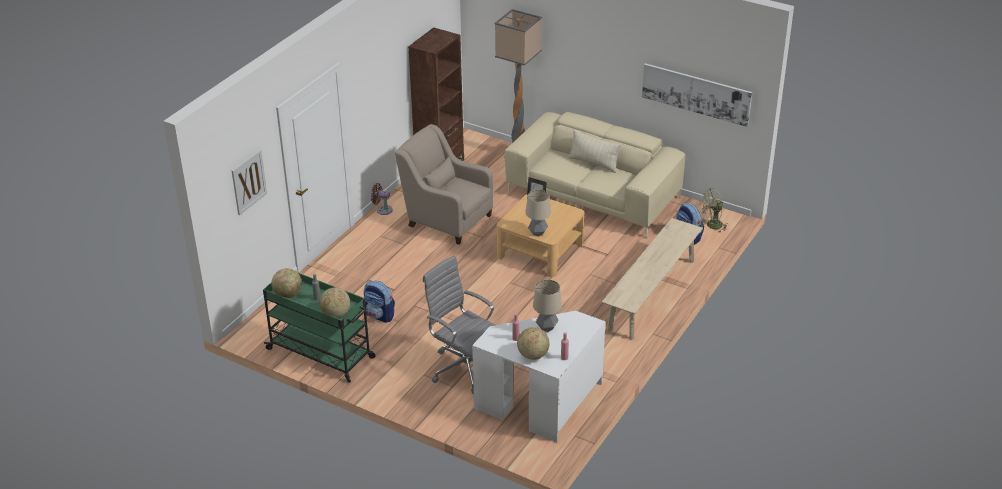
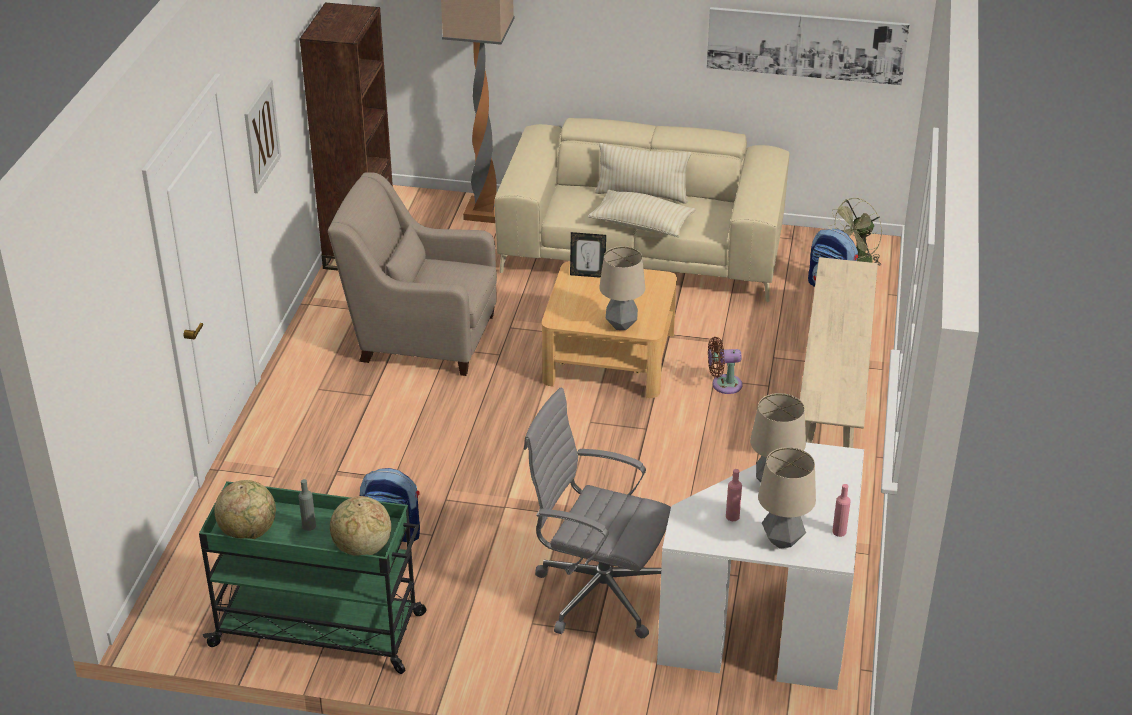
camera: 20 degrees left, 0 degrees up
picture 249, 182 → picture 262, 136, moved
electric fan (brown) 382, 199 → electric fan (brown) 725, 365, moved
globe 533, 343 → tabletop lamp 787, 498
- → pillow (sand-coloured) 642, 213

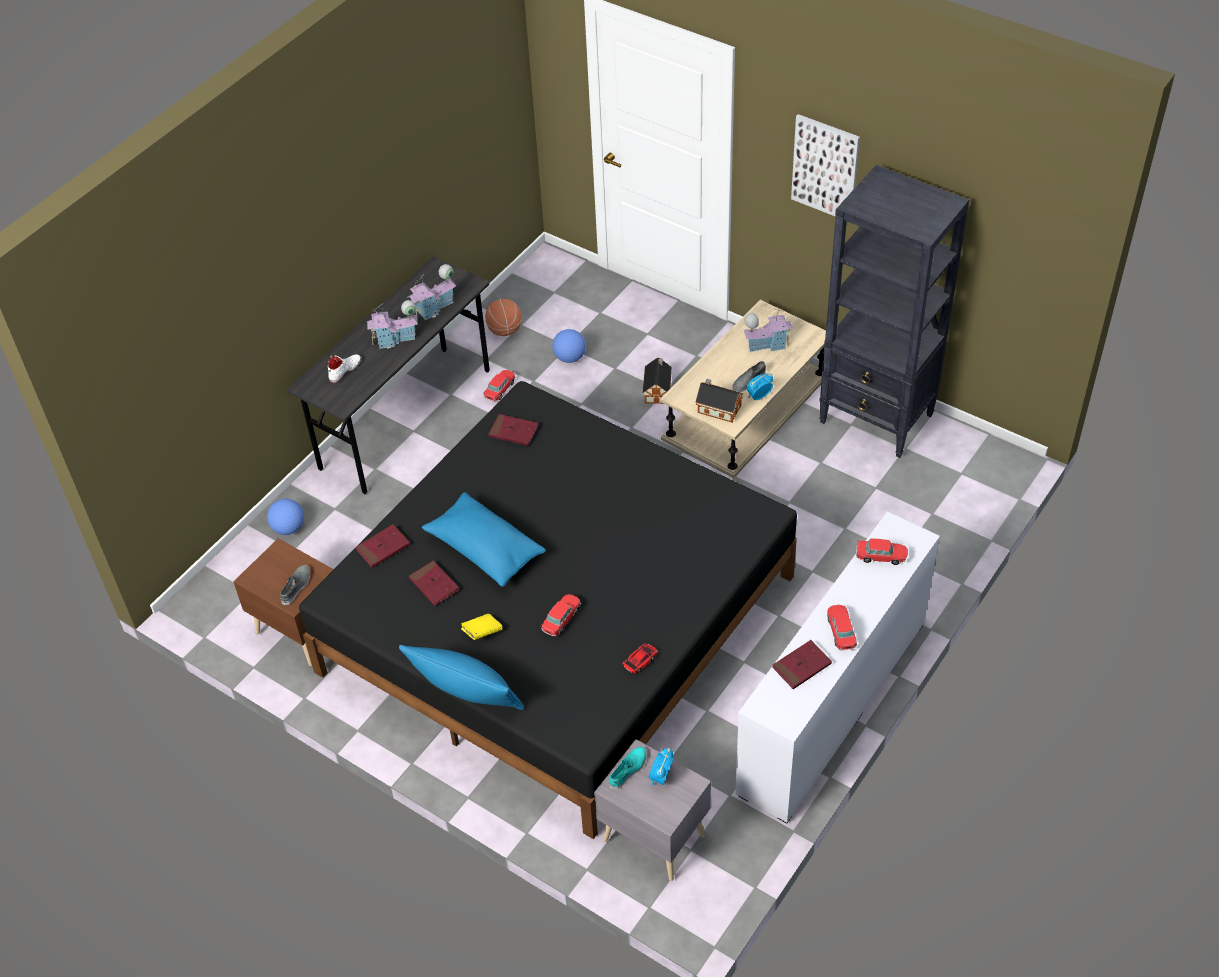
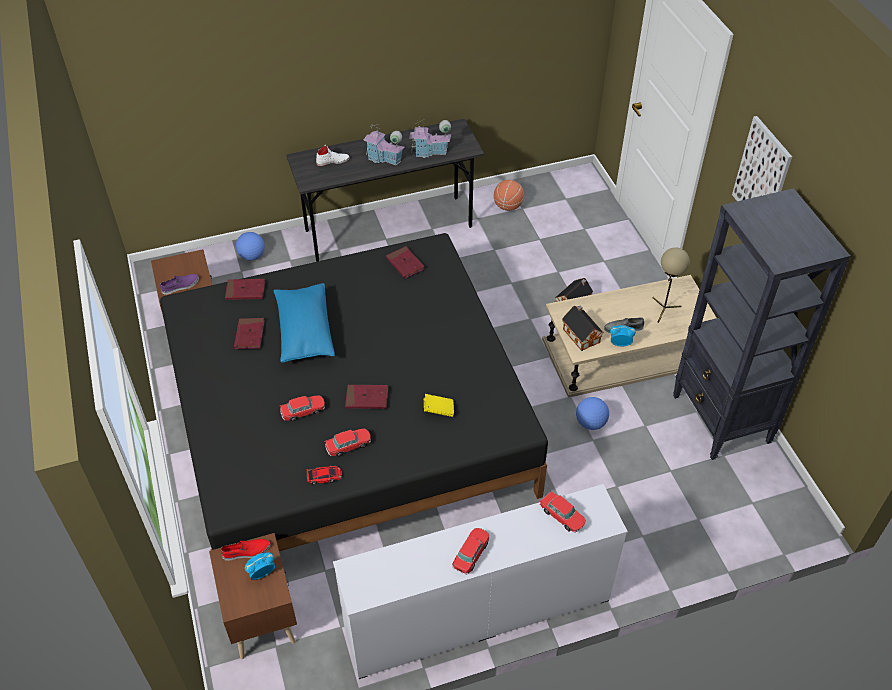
camera: 35 degrees right, 0 degrees up
toy house 768, 330 → tabletop lamp (sand-coloured) 671, 285
ball for football 569, 346 → ball for football 592, 413, moved
miniature car 499, 385 → miniature car 348, 443, moved
item of footwear (gray) 295, 585 → item of footwear (purple-coloured) 179, 284
volume (yellowish) 481, 627 → volume (yellowish) 439, 405, moved
volume (reddish) 802, 664 → volume (reddish) 366, 397, moved
pillow (bluish) 461, 677 → -
bedside table (gray) 652, 810 → bedside table (brown) 253, 596
item of footwear (turquoise-coloured) 627, 768 → item of footwear (reddish) 245, 550

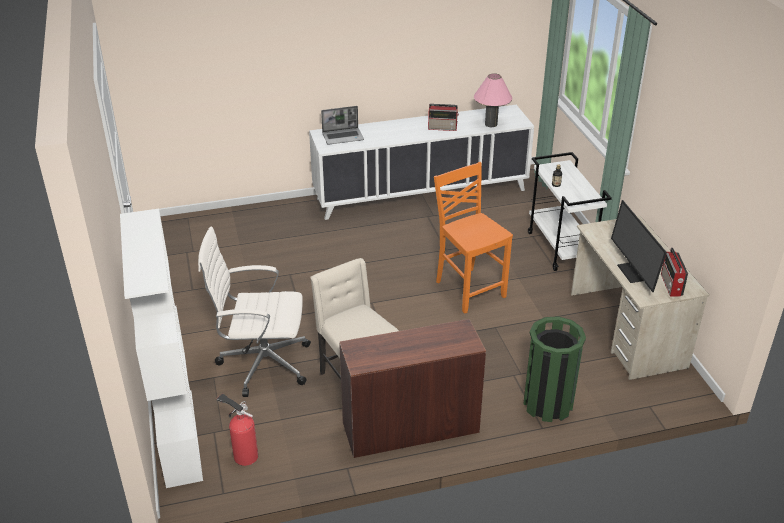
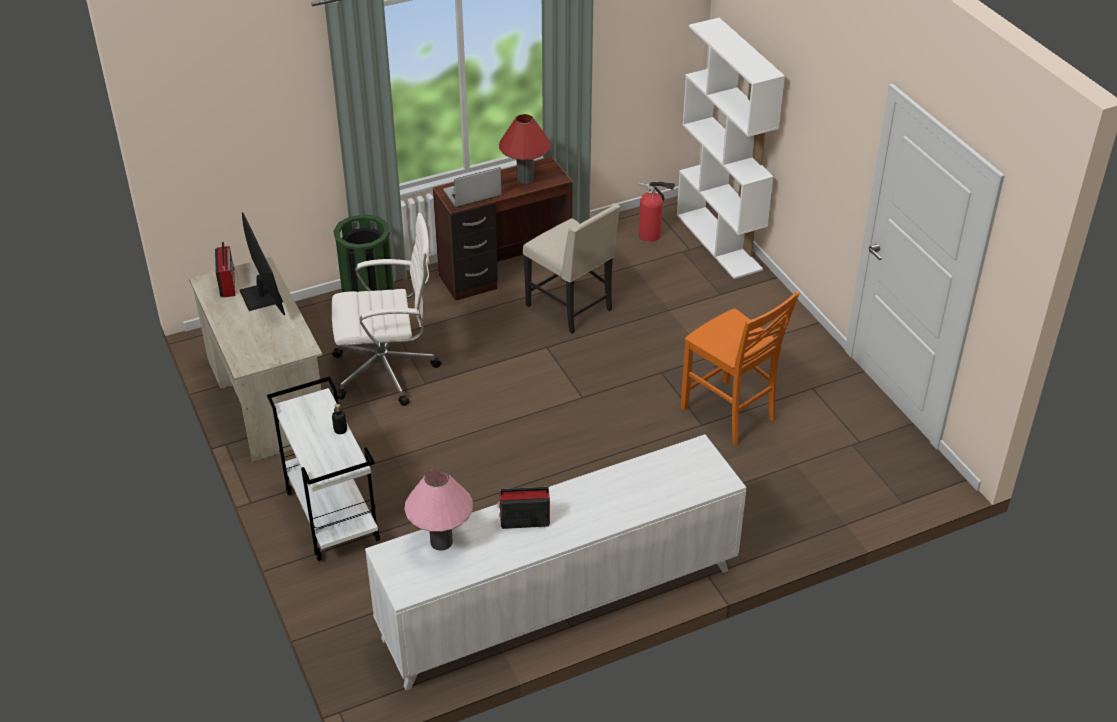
camera: 170 degrees right, 5 degrees up
notebook computer 342, 125 → notebook computer 472, 187, moved
upright chair (orange) 473, 238 → upright chair (orange) 740, 368, moved
office chair (whitish) 254, 312 → office chair (whitish) 386, 309, moved
- → tabletop lamp (reddish) 525, 149

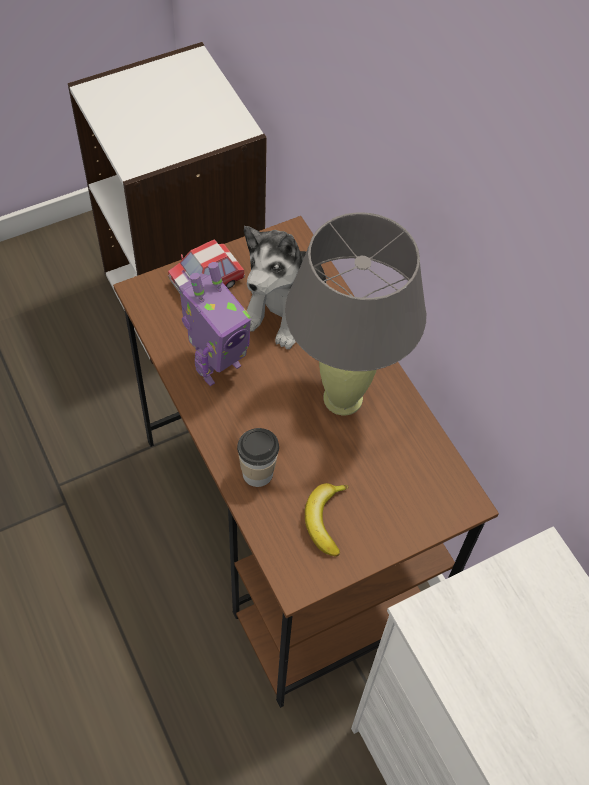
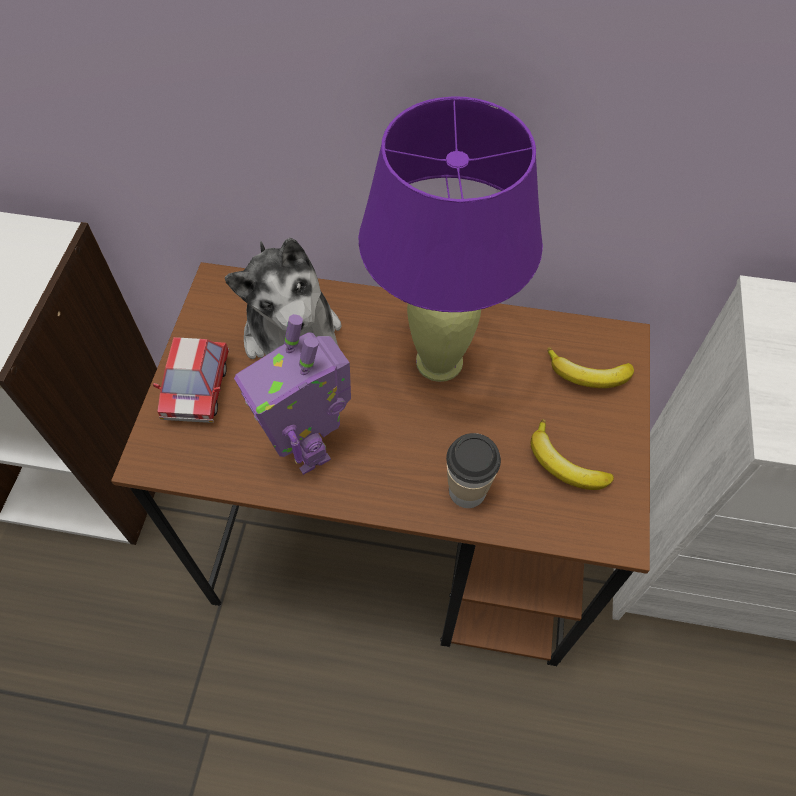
camera: 50 degrees left, 0 degrees up
tabletop lamp (gray) 355, 313 → tabletop lamp (purple-coloured) 450, 239
toy robot 215, 324 → toy robot 292, 394, 150 degrees clockwise
- → banana 590, 367

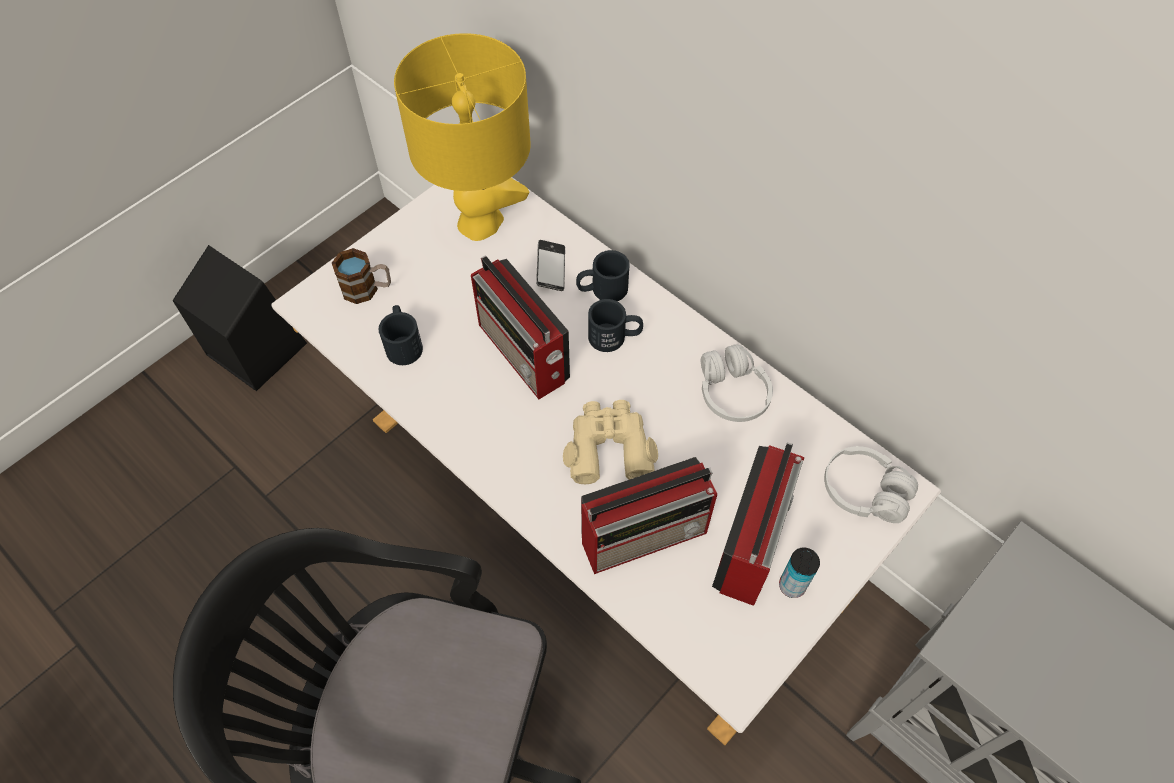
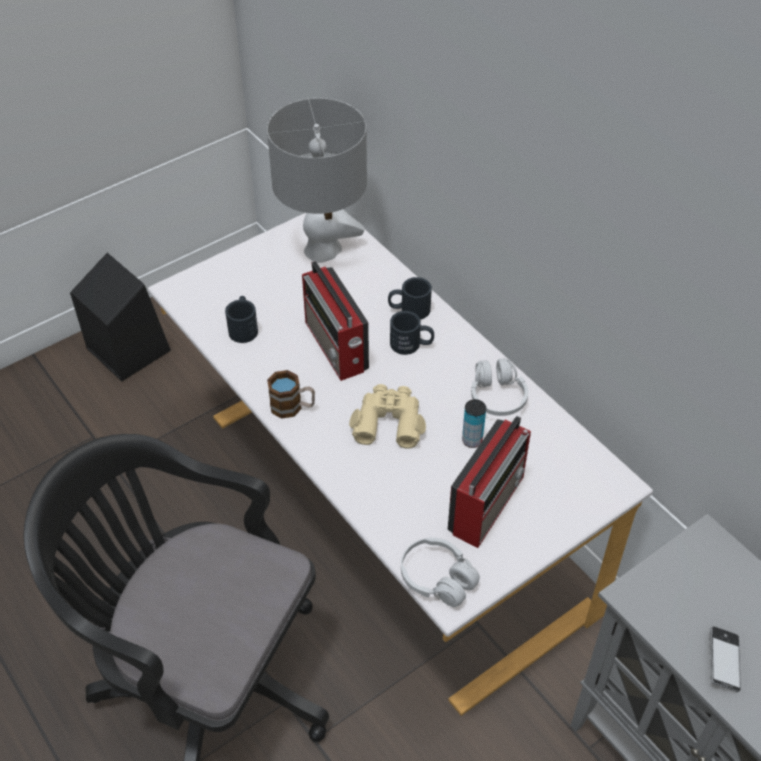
camera: 10 degrees right, 10 degrees down
tabletop lamp (yellowish) 462, 137 → tabletop lamp (gray) 317, 180
telephone 550, 265 → telephone 726, 659, moved
tea mug 361, 276 → tea mug 291, 394, moved
pair of headphones (whitish) 871, 484 → pair of headphones (whitish) 440, 572, moved
radio 649, 515 → -
metal can 799, 572 → metal can 474, 423, moved

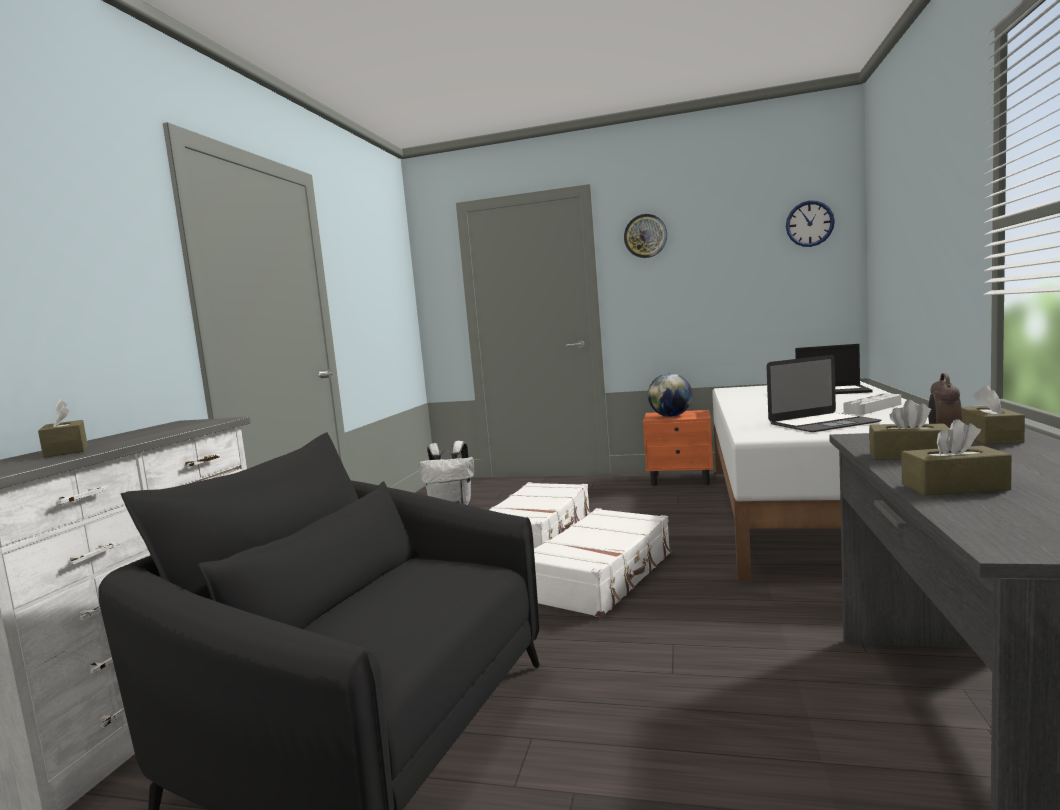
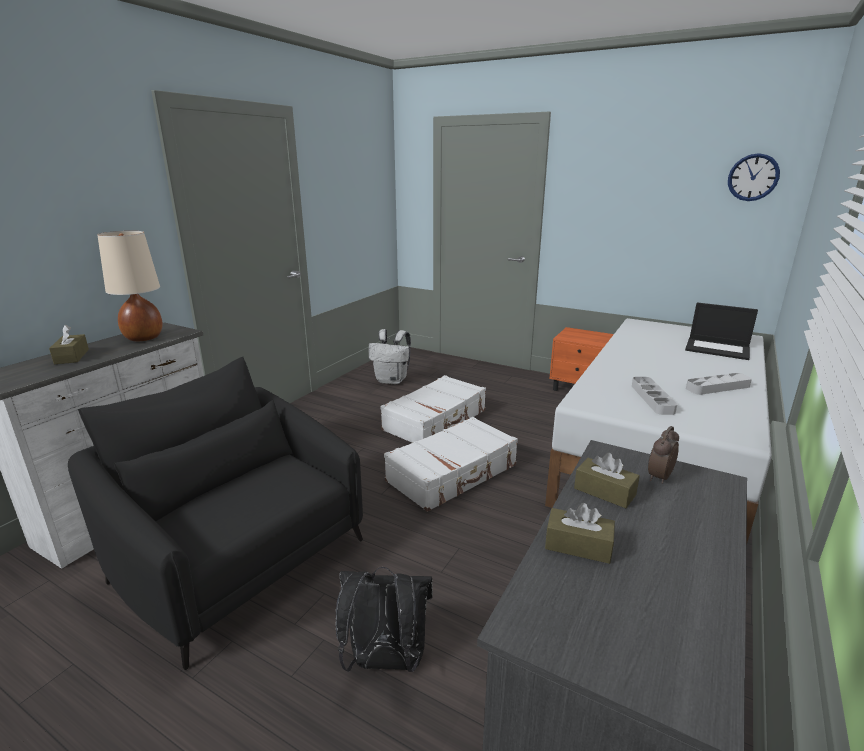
camera: 15 degrees right, 15 degrees up
wall clock 645, 236 → -
notebook computer 823, 393 → tray (gray) 654, 396
globe 670, 395 → -
box of tissues (brown) 993, 414 → -
- → tabletop lamp (sand-coloured) 130, 286
- → backpack (blackish) 384, 619

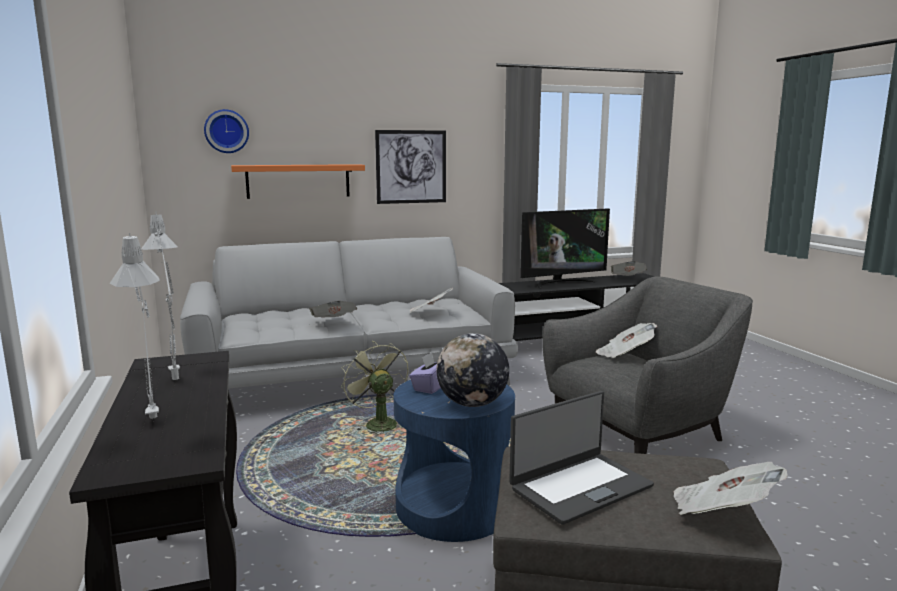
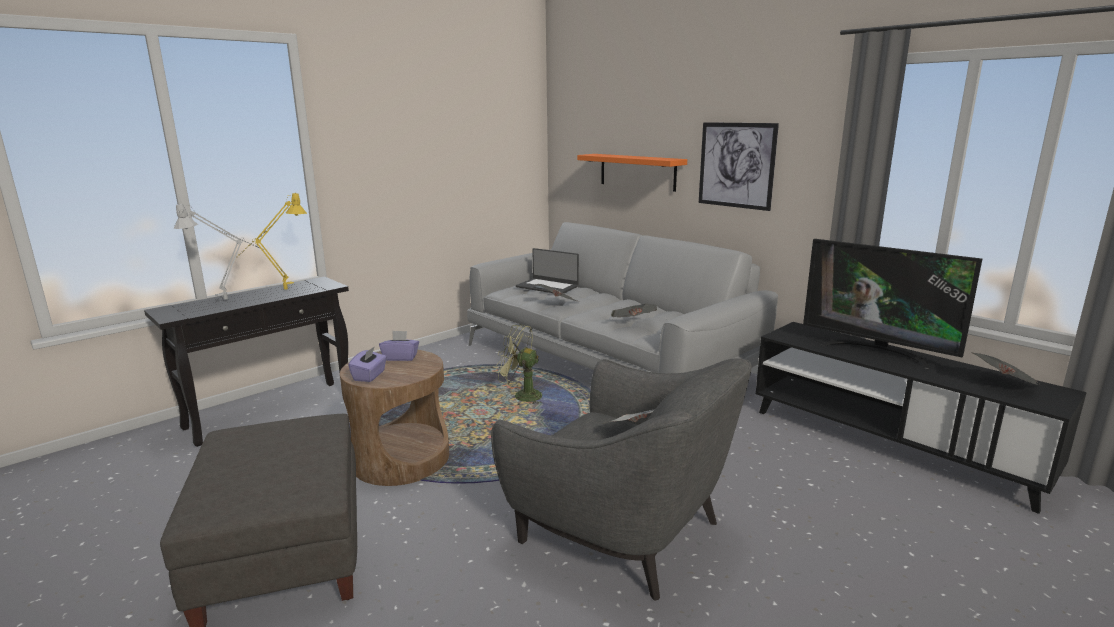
camera: 65 degrees right, 5 degrees up
wall clock 226, 131 → -
tabletop lamp (gray) 160, 295 → tabletop lamp (yellowish) 271, 241
globe 472, 370 → box of tissues (purple-coloured) 367, 364
electric fan (green-coloured) 374, 388 → electric fan (green-coloured) 519, 365, 105 degrees counterclockwise
side table (bluish) 454, 461 → side table (brown) 394, 418
notebook computer 581, 458 → notebook computer 547, 270, moved
printed paper 730, 488 → -

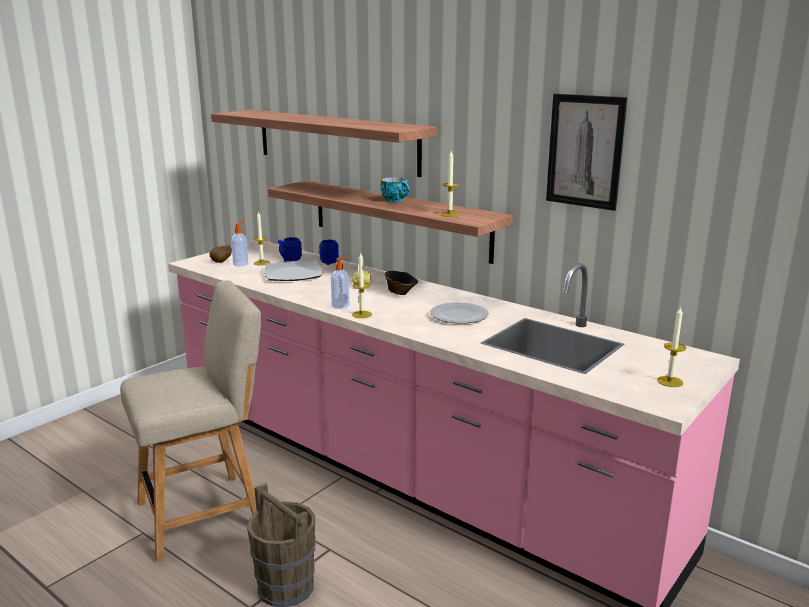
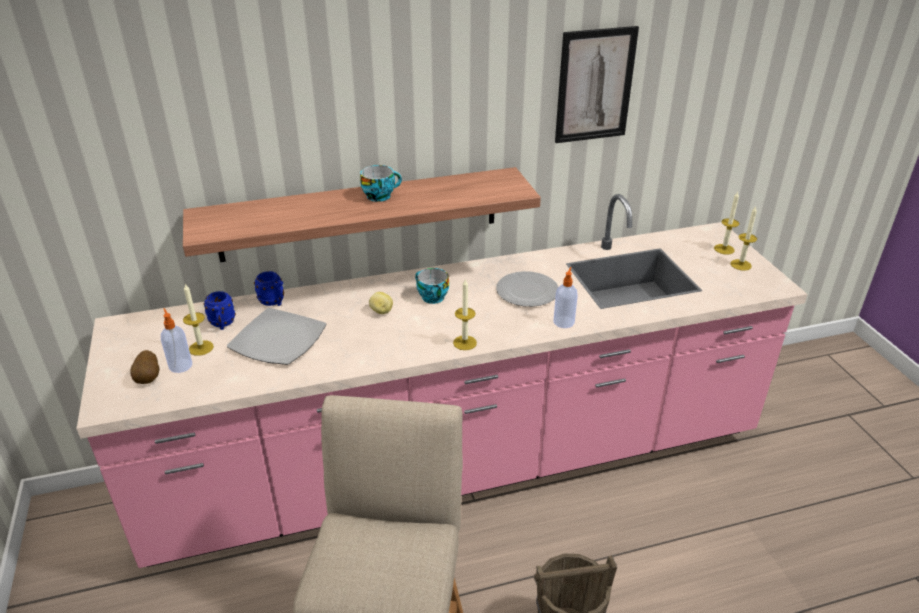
camera: 55 degrees left, 15 degrees up
bracket shelf 324, 143 → -
wax light 450, 184 → wax light 726, 223, moved
soap dispenser 340, 283 → soap dispenser 566, 297, moved
deep dish (brown) 401, 283 → drinking cup 432, 286

